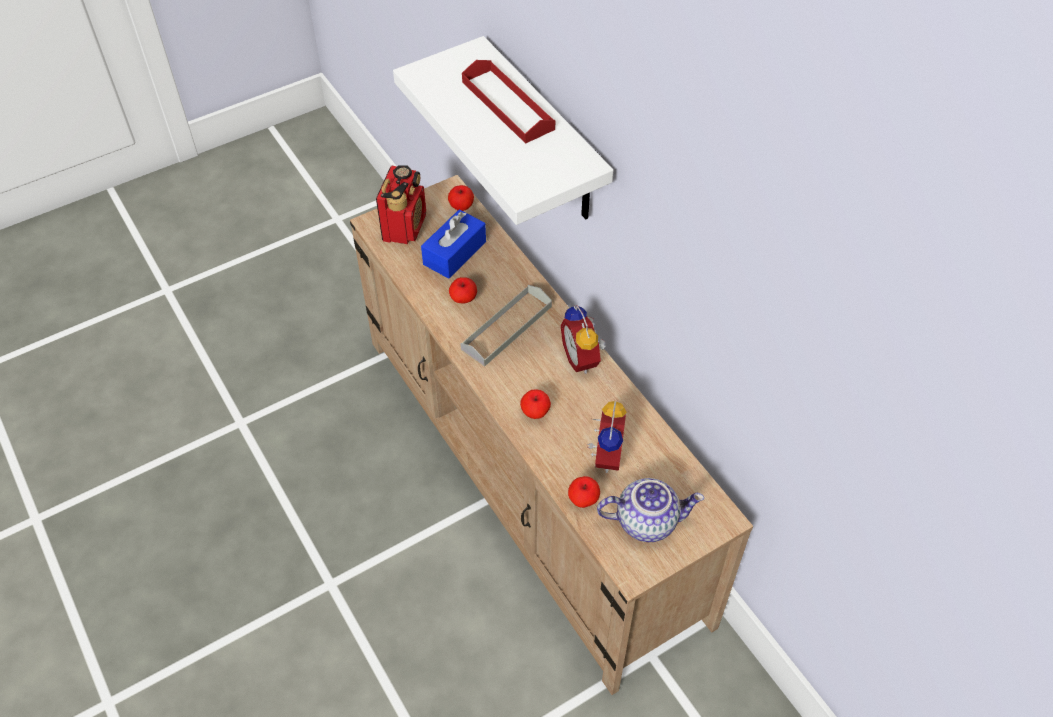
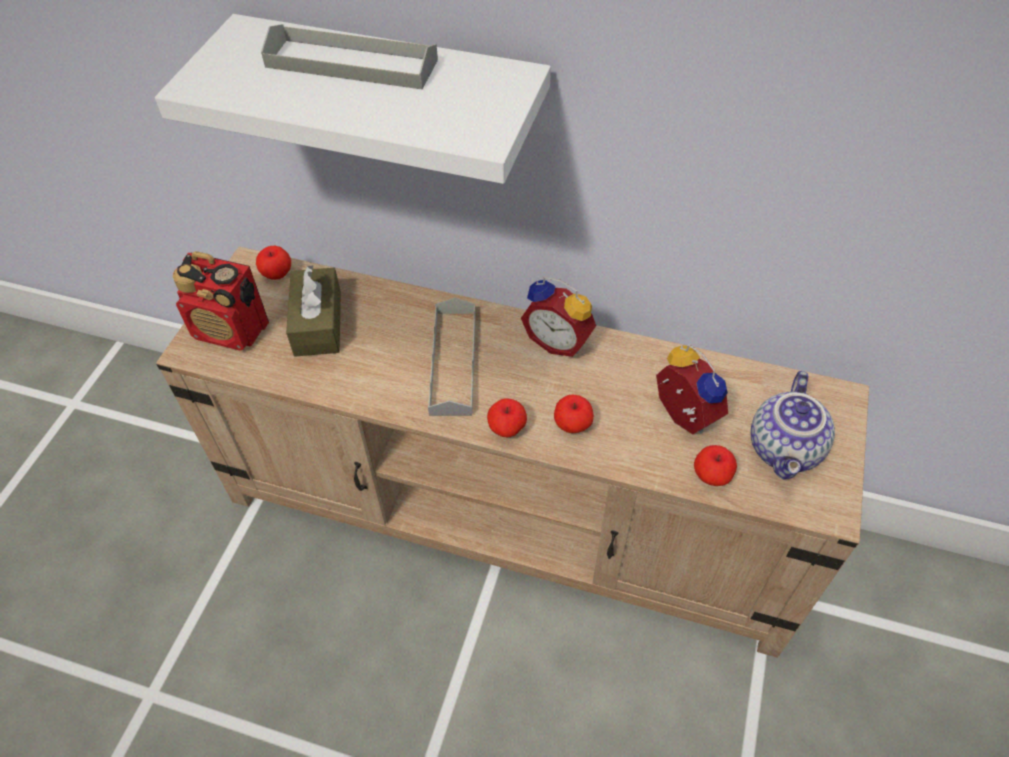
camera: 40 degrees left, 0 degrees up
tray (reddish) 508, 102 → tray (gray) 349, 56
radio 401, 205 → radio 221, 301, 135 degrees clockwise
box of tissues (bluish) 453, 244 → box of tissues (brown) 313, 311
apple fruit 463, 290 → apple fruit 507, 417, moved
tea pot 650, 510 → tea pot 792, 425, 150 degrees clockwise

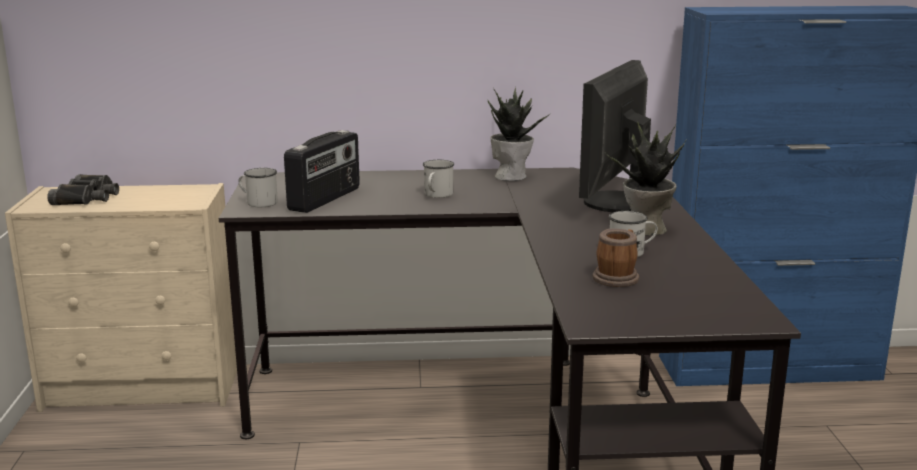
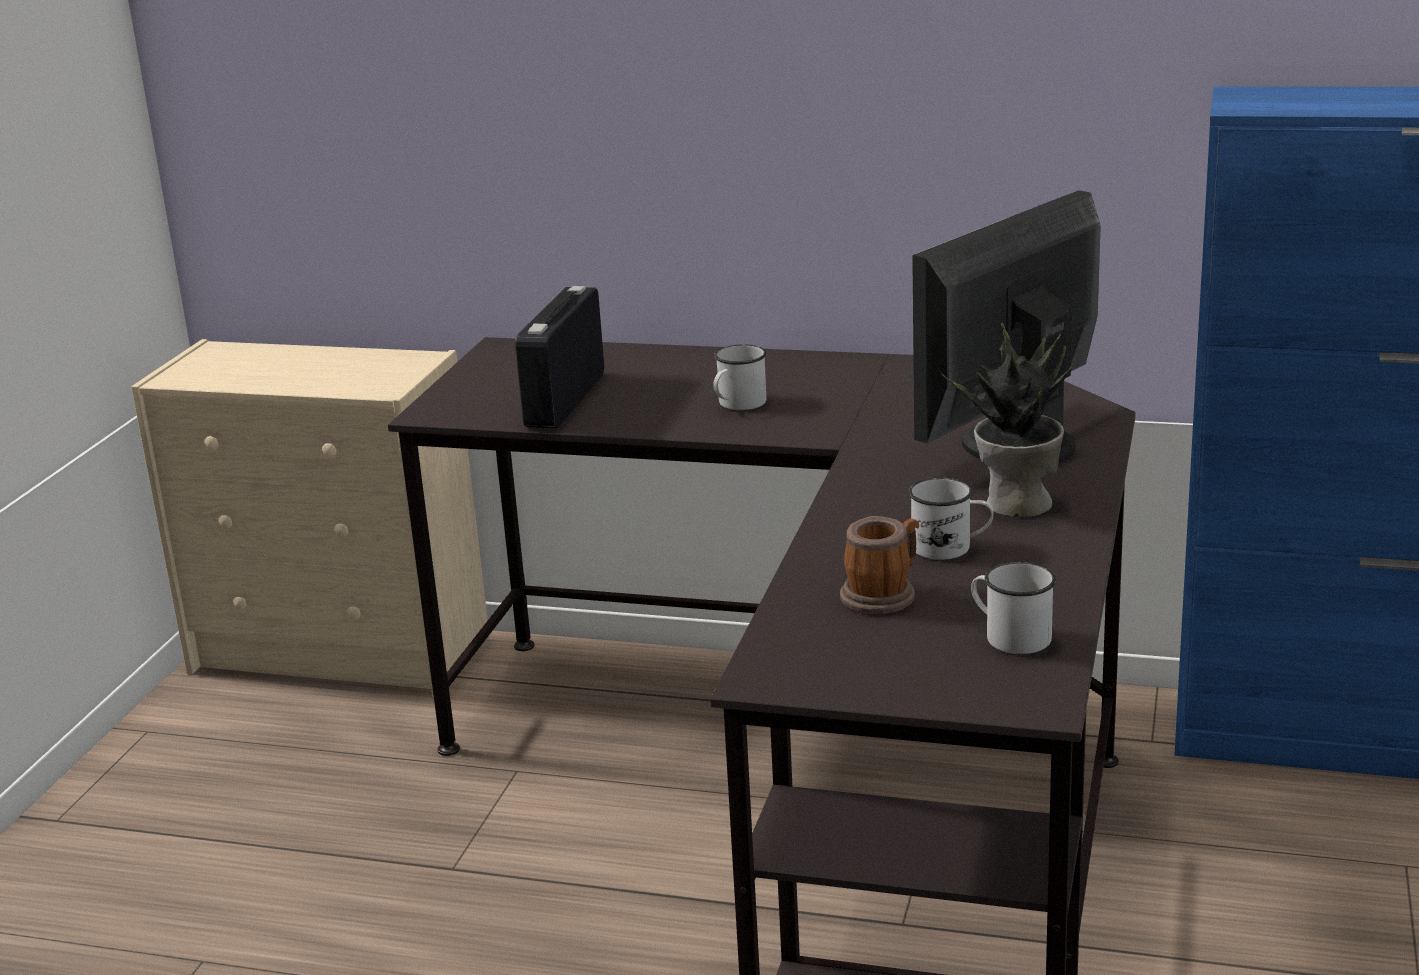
camera: 20 degrees right, 5 degrees up
plant in a pot 519, 133 → -
radio 322, 171 → radio 559, 357, 150 degrees clockwise
tea mug (whitish) 258, 187 → tea mug (whitish) 1013, 608, moved
pair of binoculars (blackish) 83, 189 → -

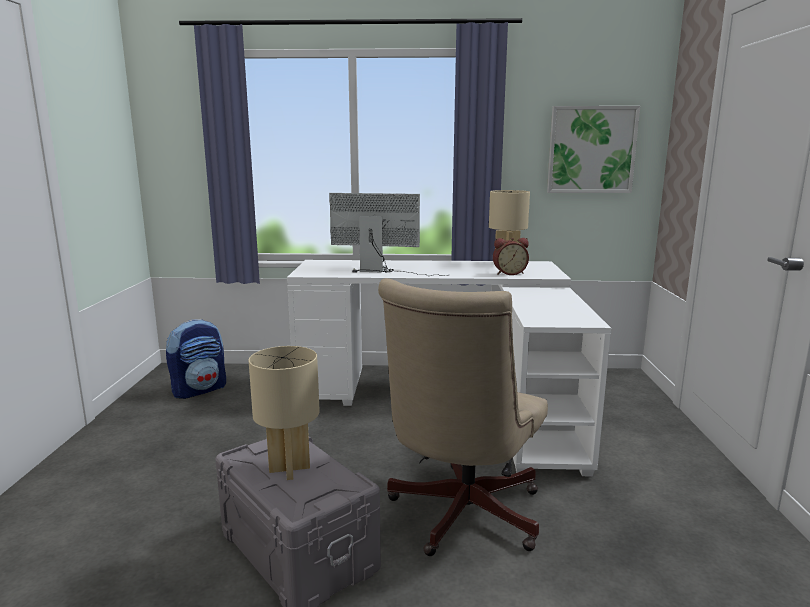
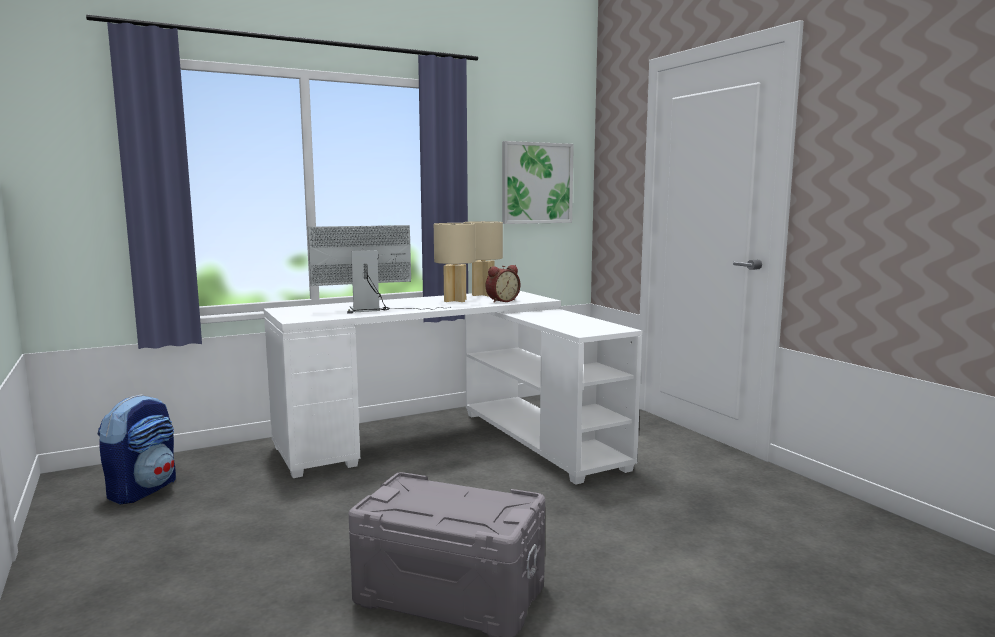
camera: 30 degrees left, 5 degrees down
office chair (sand-coloured) 463, 417 → -
tabletop lamp (sand-coloured) 284, 413 → tabletop lamp (sand-coloured) 454, 262, moved

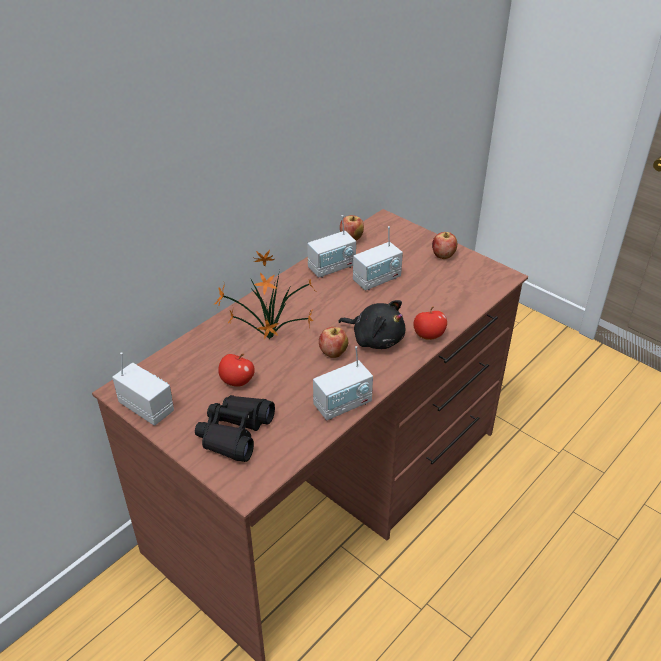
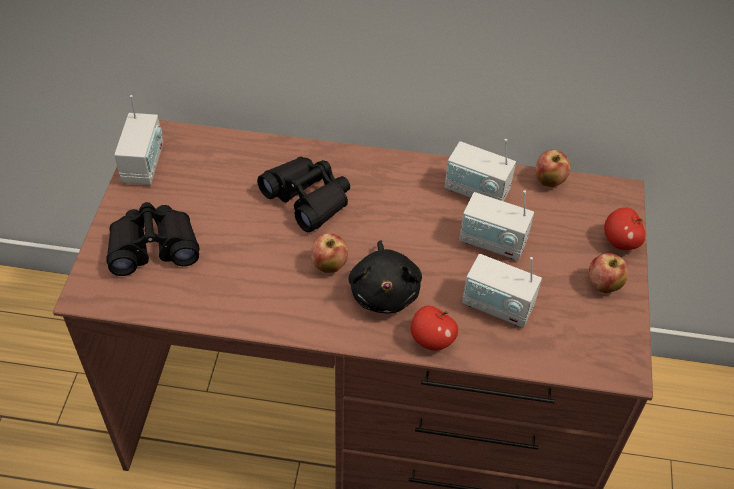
camera: 55 degrees right, 10 degrees up
plant in a pot 265, 294 → pair of binoculars (blackish) 303, 194
radio 343, 383 → radio 502, 291, moved
apple fruit 236, 370 → apple fruit 625, 229, moved

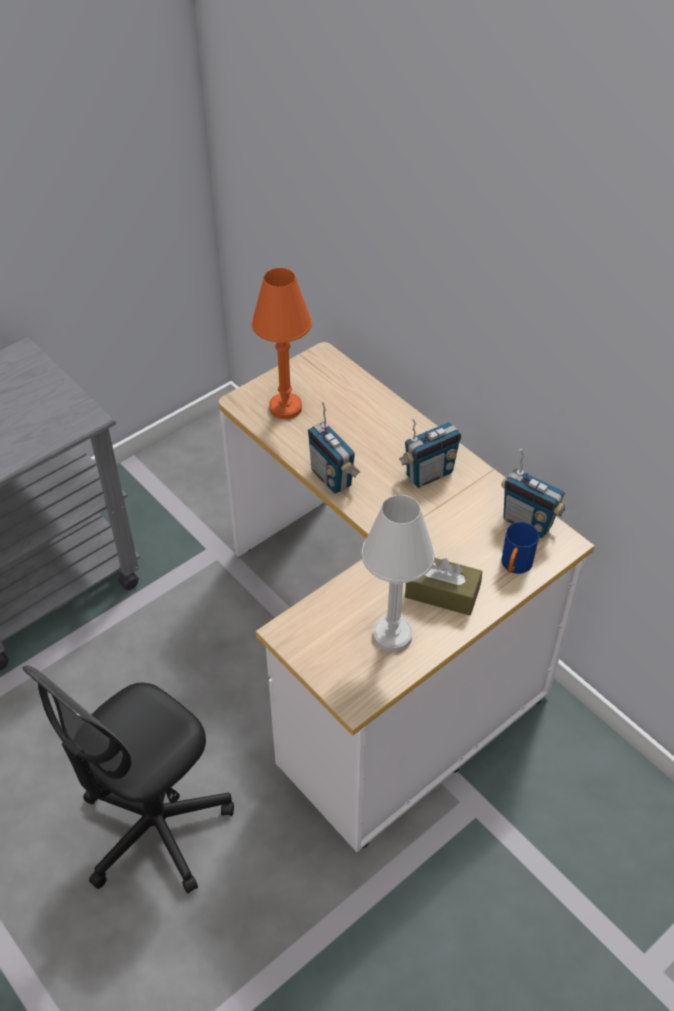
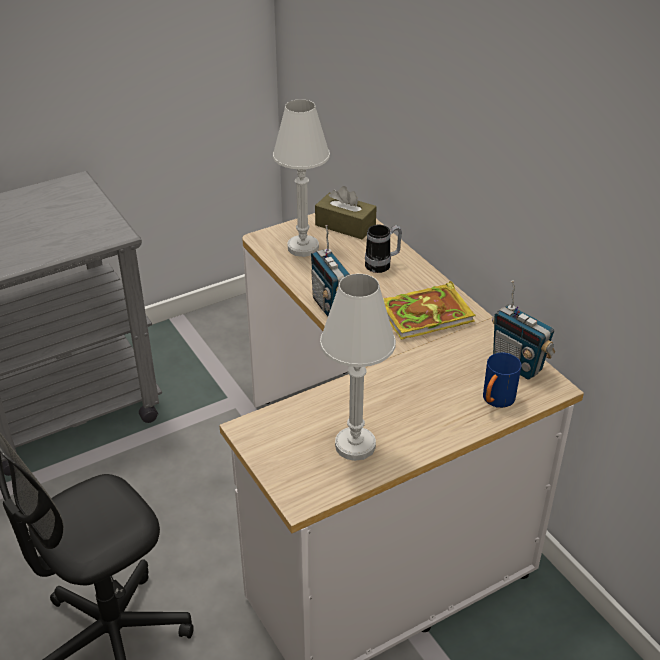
camera: 10 degrees right, 10 degrees down
tabletop lamp (orange) 282, 343 → tabletop lamp (whitish) 301, 178
radio 430, 453 → volume 429, 310
box of tissues (brown) 443, 587 → box of tissues (brown) 346, 213, moved
- → tea mug 383, 248

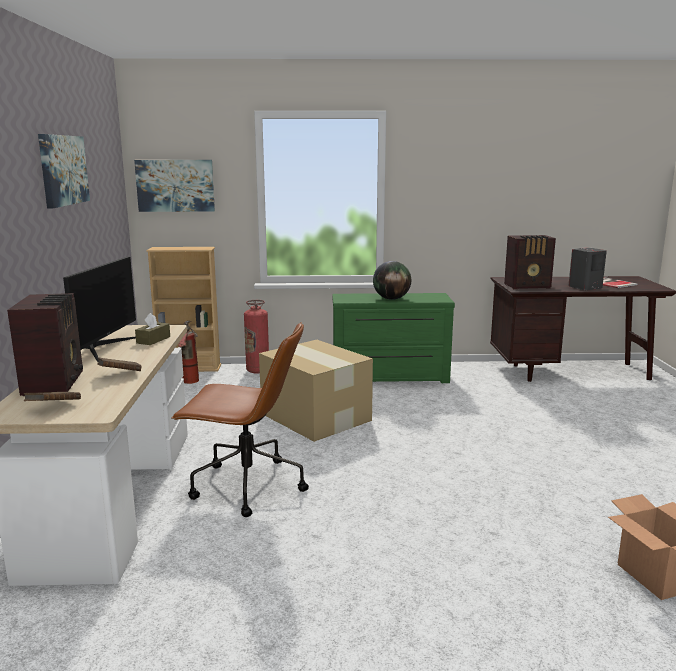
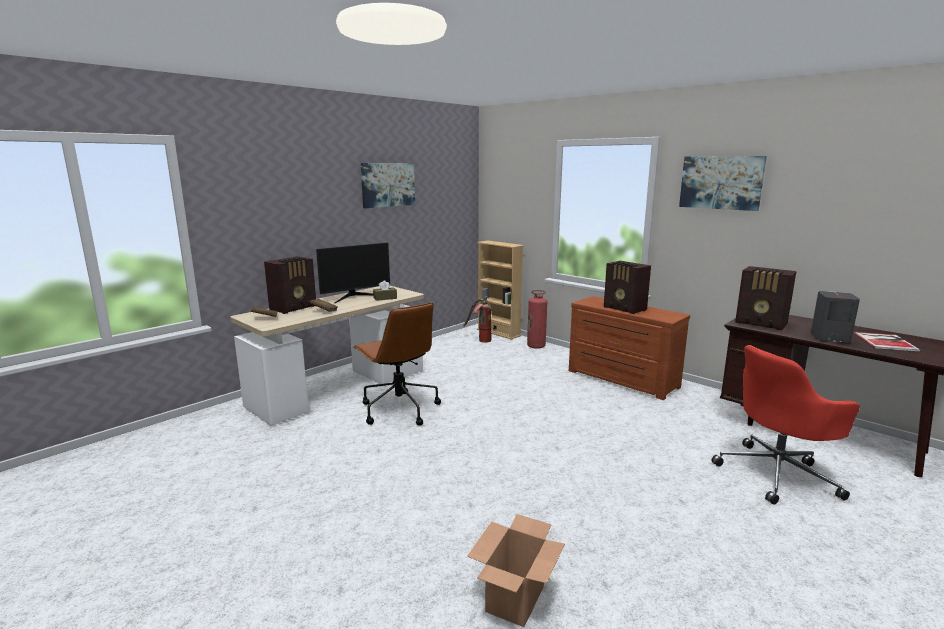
camera: 45 degrees right, 0 degrees up
picture 174, 186 → picture 723, 183, moved
globe 392, 280 → radio 627, 287
chest of drawers (green-coloured) 393, 338 → chest of drawers (brown) 629, 348
packing box 316, 391 → -
- → office chair (reddish) 785, 425

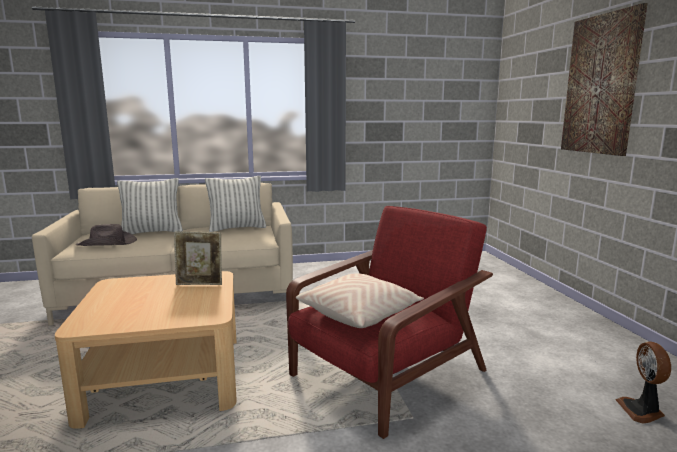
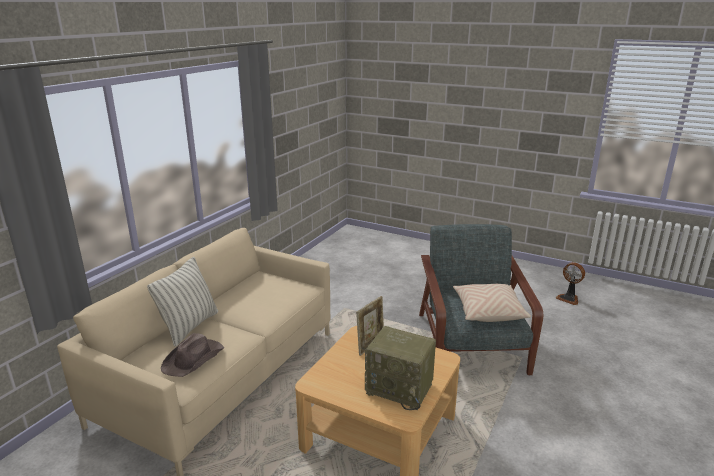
camera: 50 degrees left, 10 degrees up
picture 604, 79 → -
pillow 235, 204 → -
lounge chair (reddish) 389, 322 → lounge chair (gray) 481, 299
- → radio 400, 368

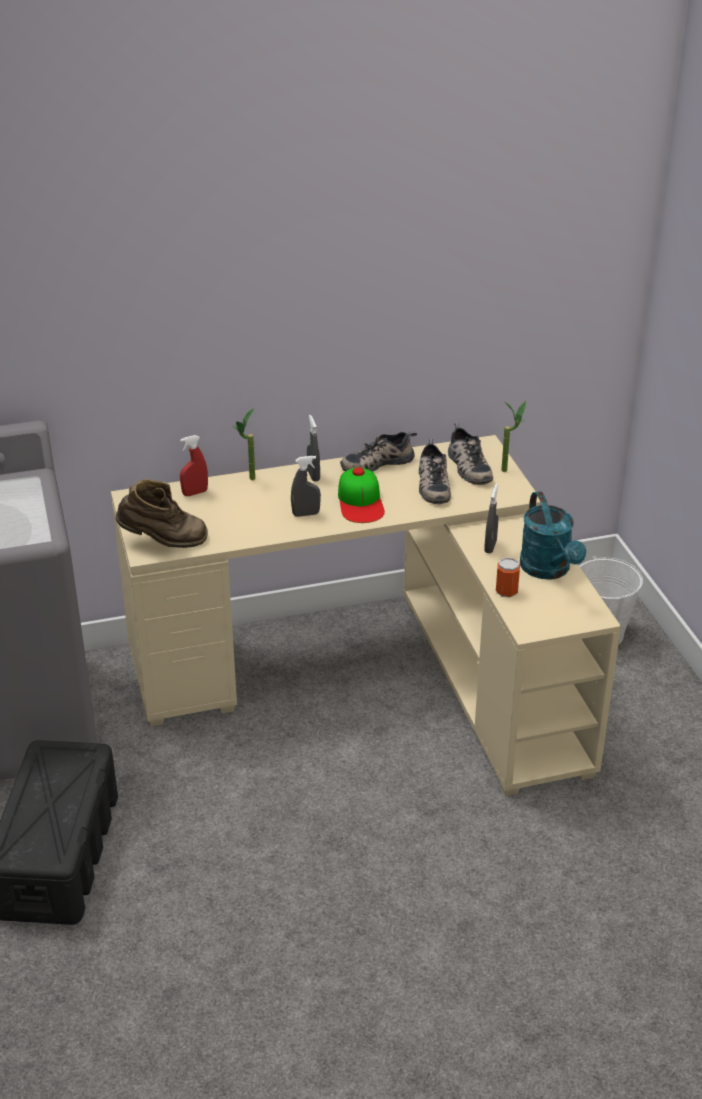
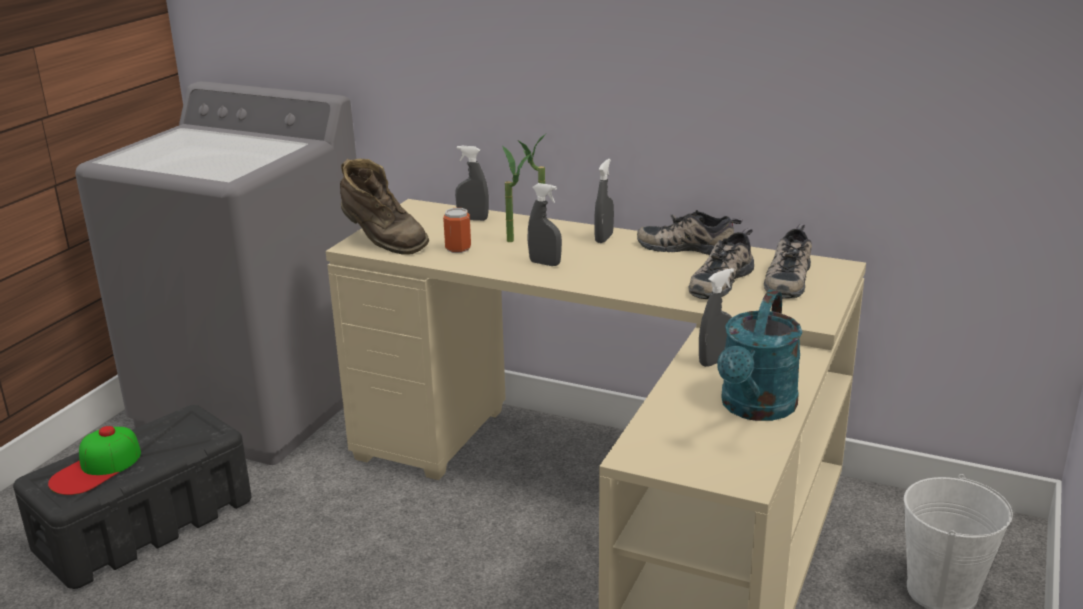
camera: 40 degrees right, 10 degrees down
plant in a pot 513, 436 → plant in a pot 517, 194, moved
sprayer (reddish) 194, 465 → sprayer (gray) 472, 183
cap 361, 495 → cap 94, 460, moved
metal can 508, 577 → metal can 457, 230, moved

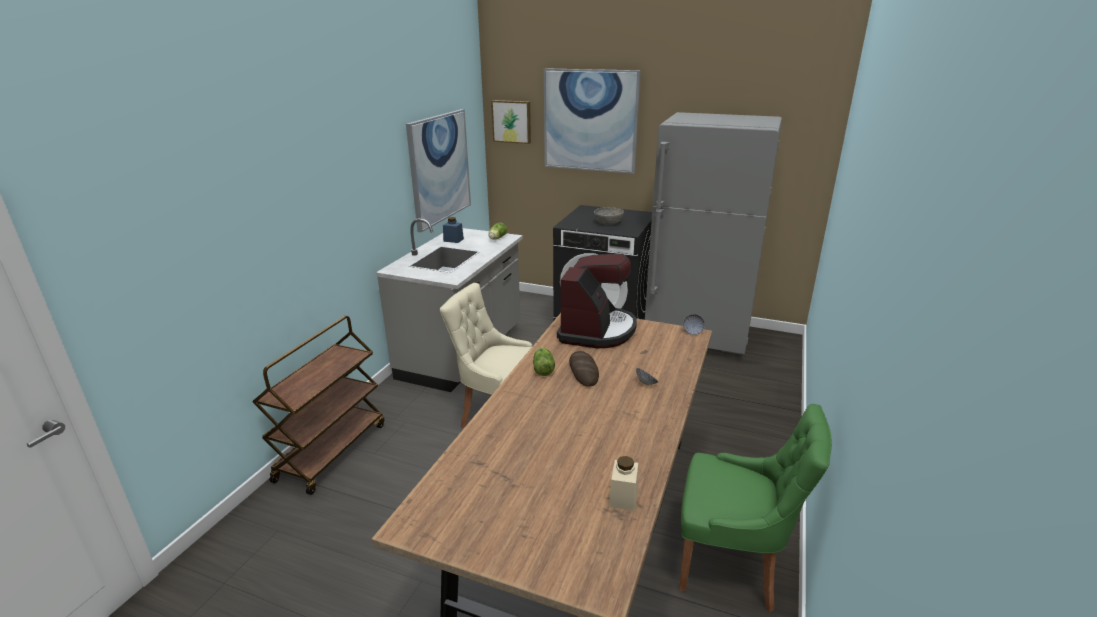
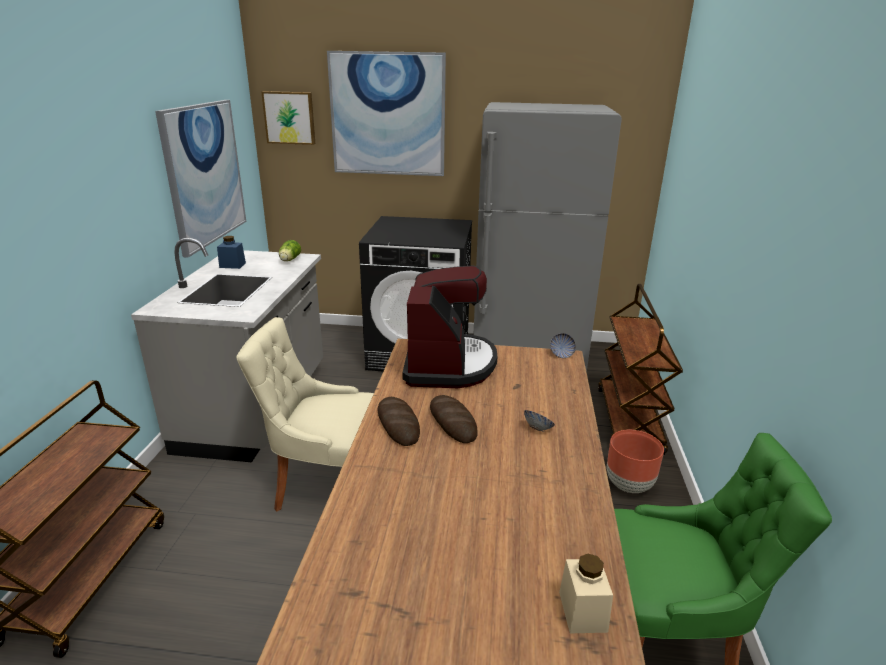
camera: 15 degrees left, 0 degrees up
deep dish (gray) 609, 216 → -
head of lettuce 544, 361 → bakery bread 399, 421
- → wheeled cart (brown) 640, 369
- → planter (brown) 635, 461

